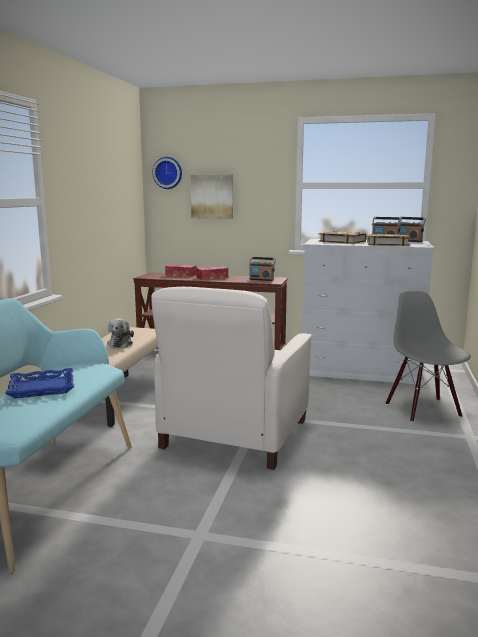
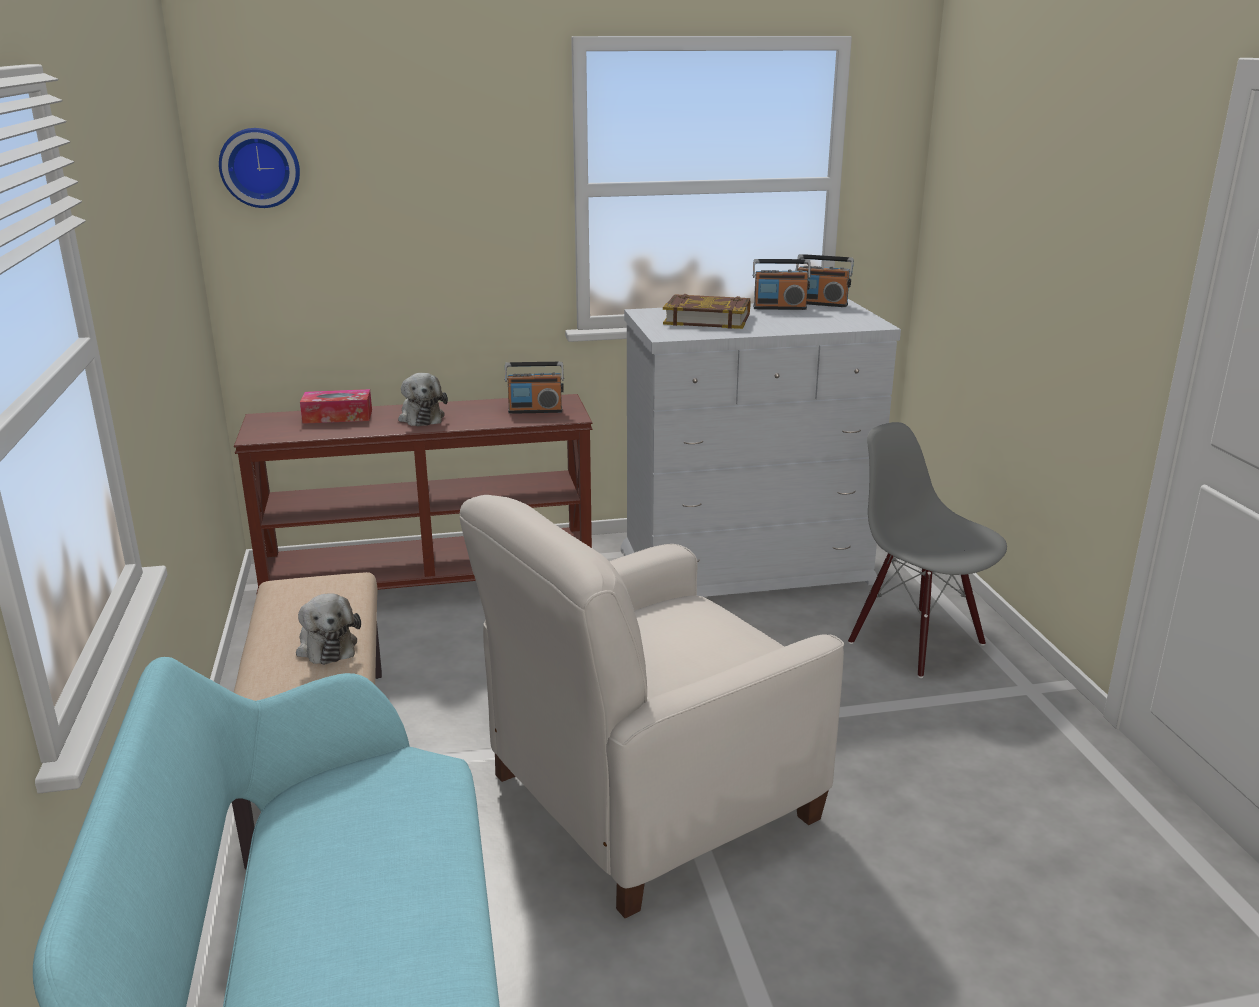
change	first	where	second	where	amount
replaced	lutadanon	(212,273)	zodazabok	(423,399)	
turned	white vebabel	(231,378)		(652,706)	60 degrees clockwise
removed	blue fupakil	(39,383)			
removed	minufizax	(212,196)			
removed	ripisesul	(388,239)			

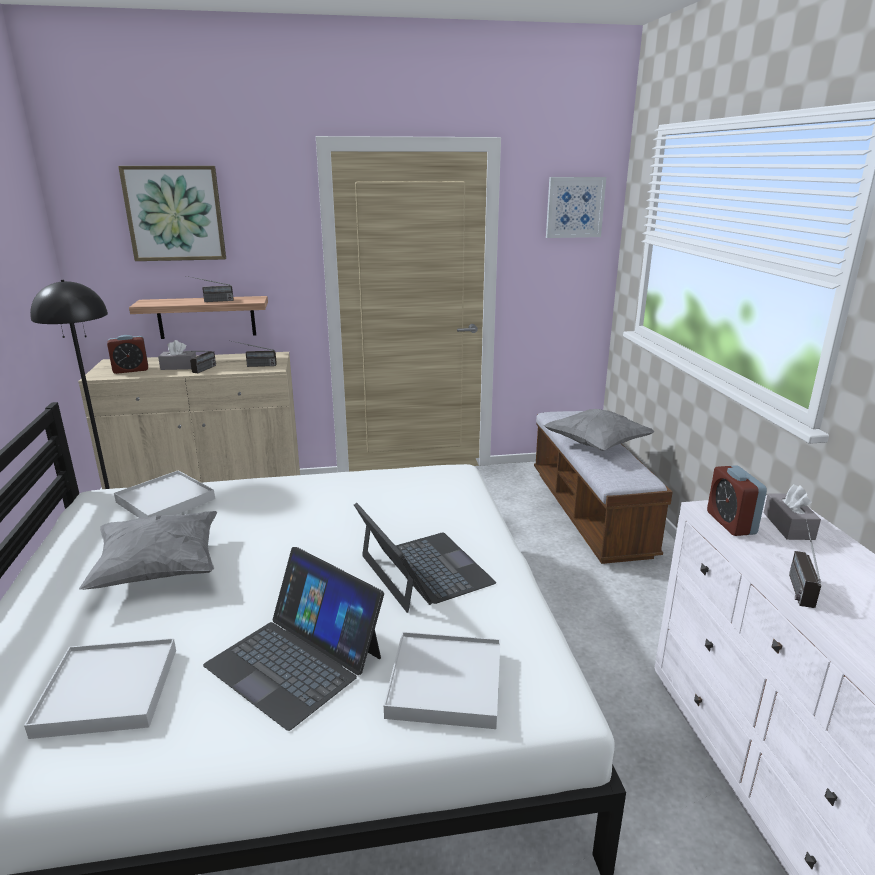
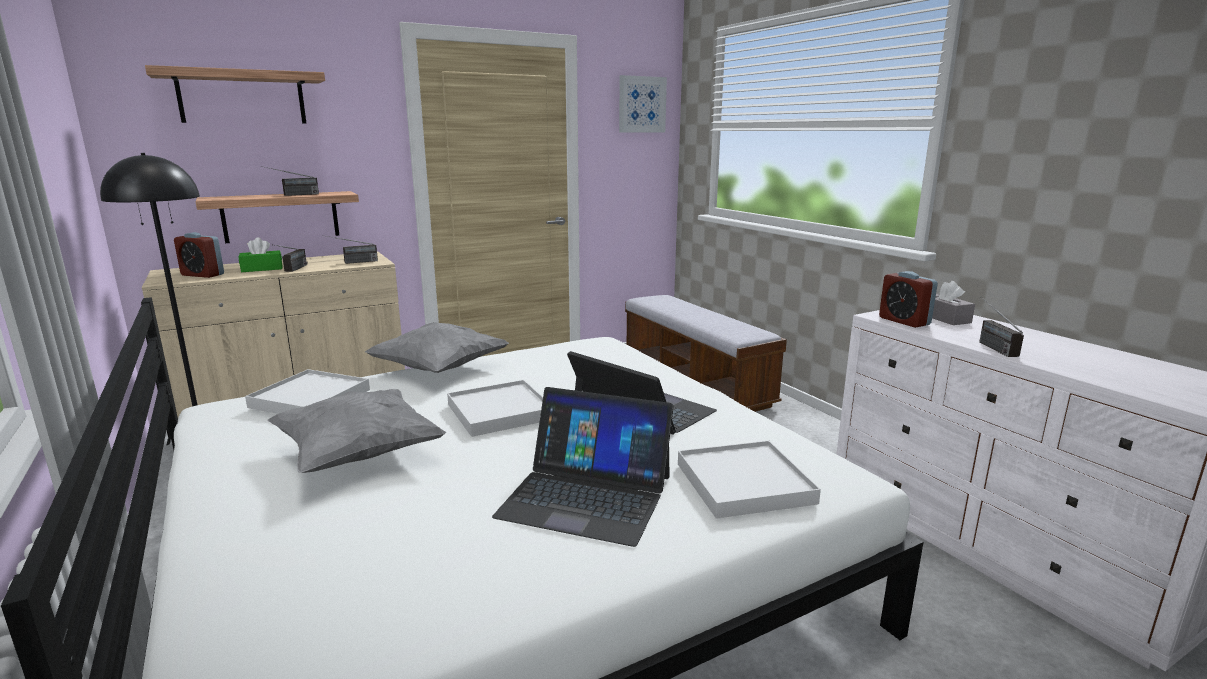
change	first	where	second	where	amount
replaced	minufizax	(172,213)	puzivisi	(235,94)	
turned	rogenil	(127,354)		(199,255)	60 degrees clockwise
recoloured	grey lutadanon	(177,355)	green lutadanon	(260,254)	
moved	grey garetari	(599,430)		(437,347)	
moved	white fupakil	(100,688)		(495,408)	

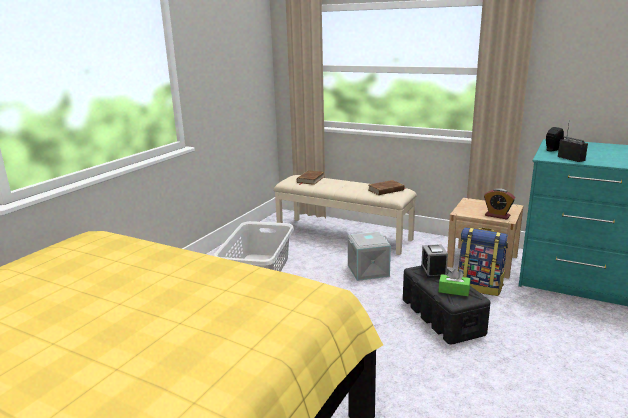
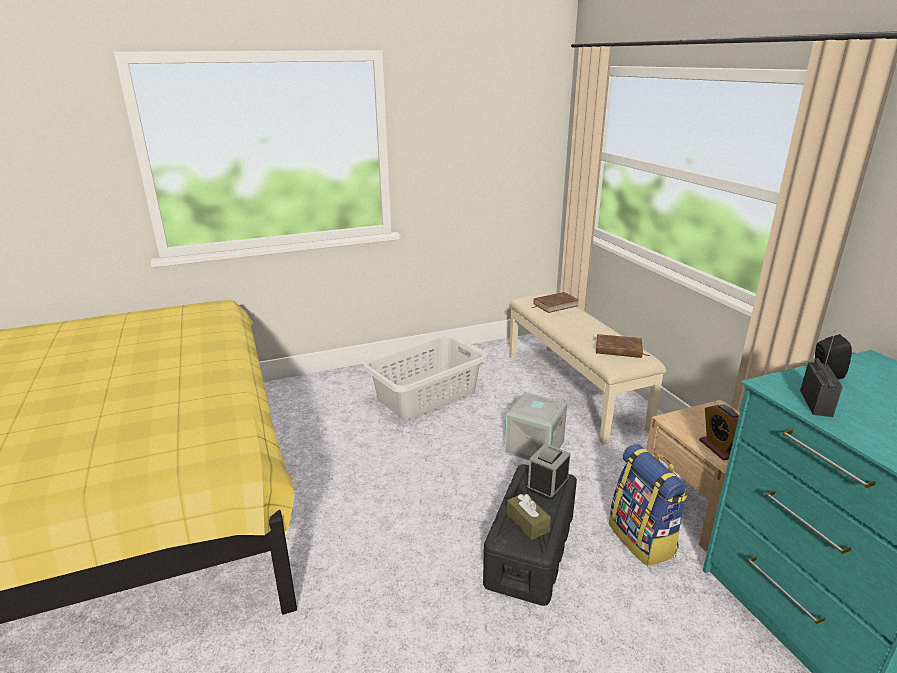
change	first	where	second	where	amount
recoloured	green lutadanon	(454,282)	brown lutadanon	(529,516)	

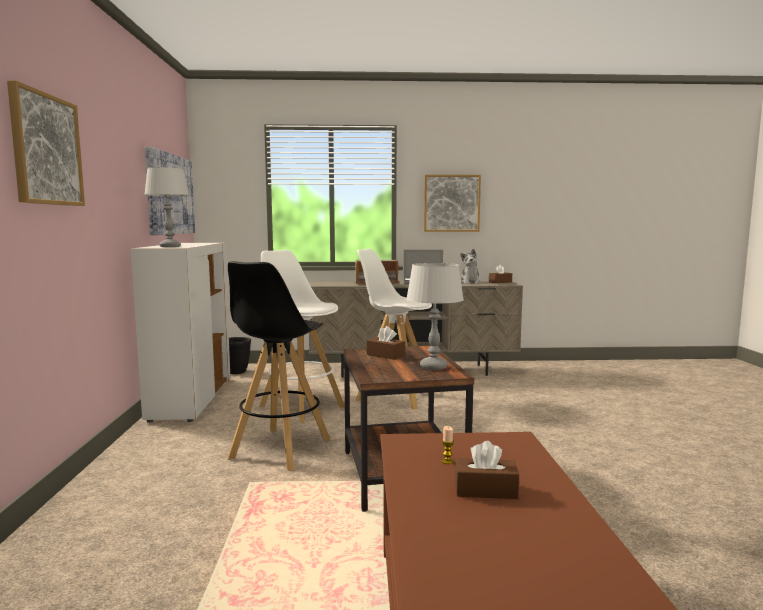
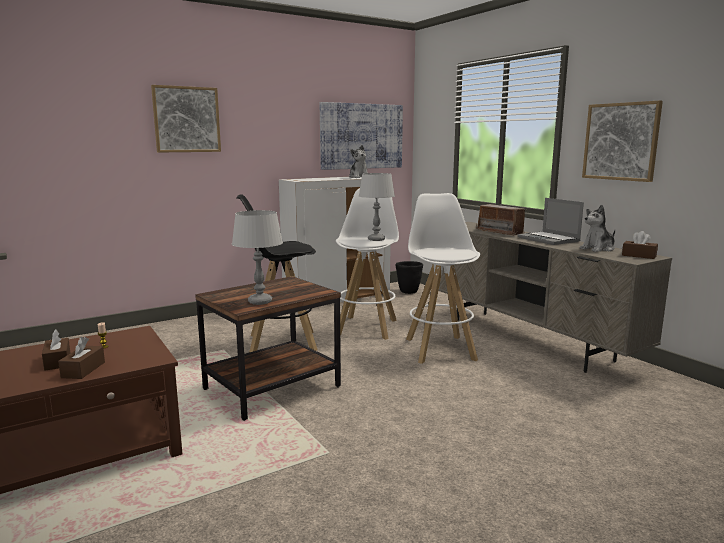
change	first	where	second	where	amount
moved	brown lutadanon	(386,343)		(81,358)	
added			zodazabok	(358,161)	
moved	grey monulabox	(167,207)		(377,207)	

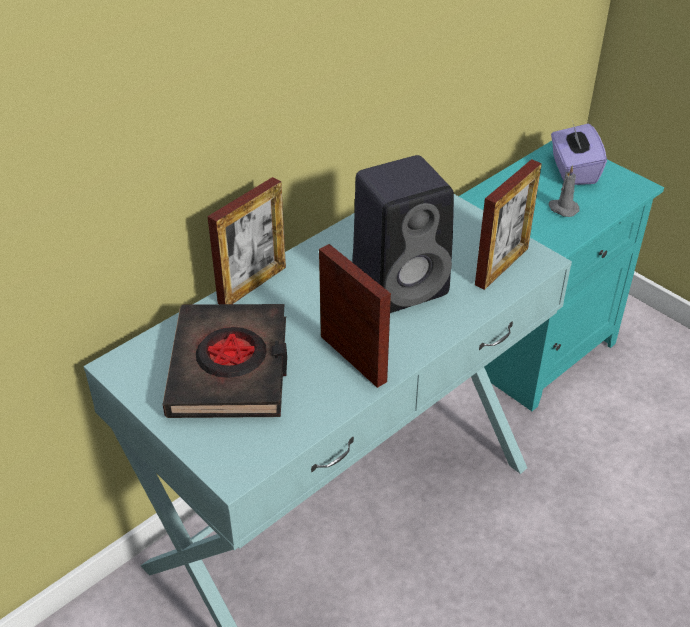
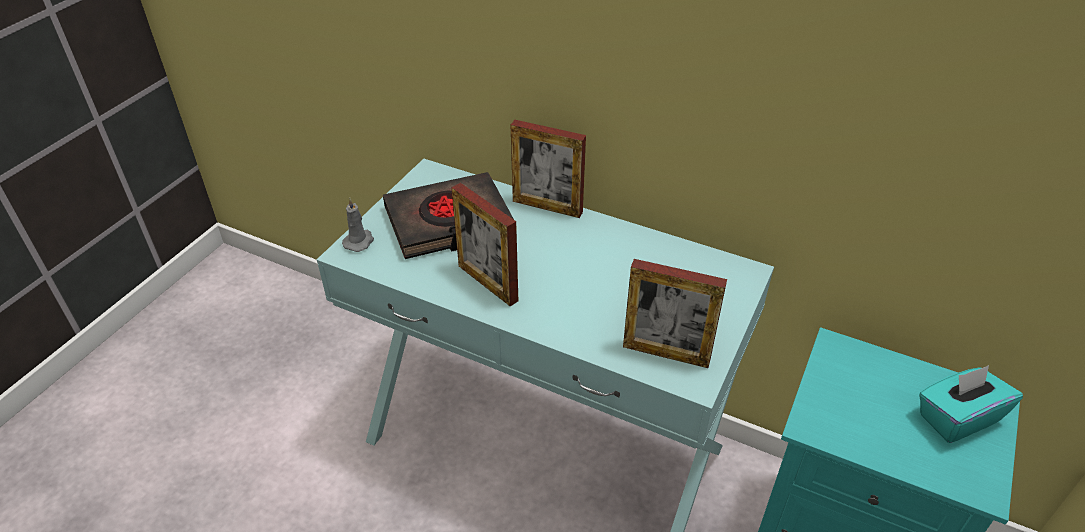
change	first	where	second	where	amount
moved	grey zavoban	(564,191)		(358,225)	
turned	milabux	(355,316)		(484,244)	105 degrees clockwise
recoloured	purple lutadanon	(579,154)	turquoise lutadanon	(971,404)	
removed	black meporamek	(403,234)			

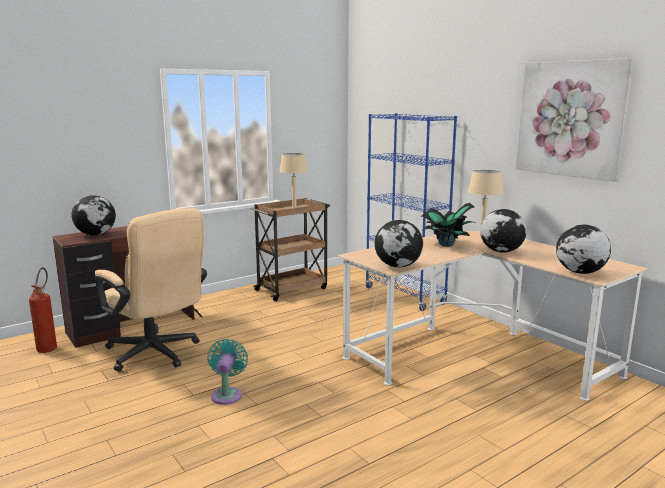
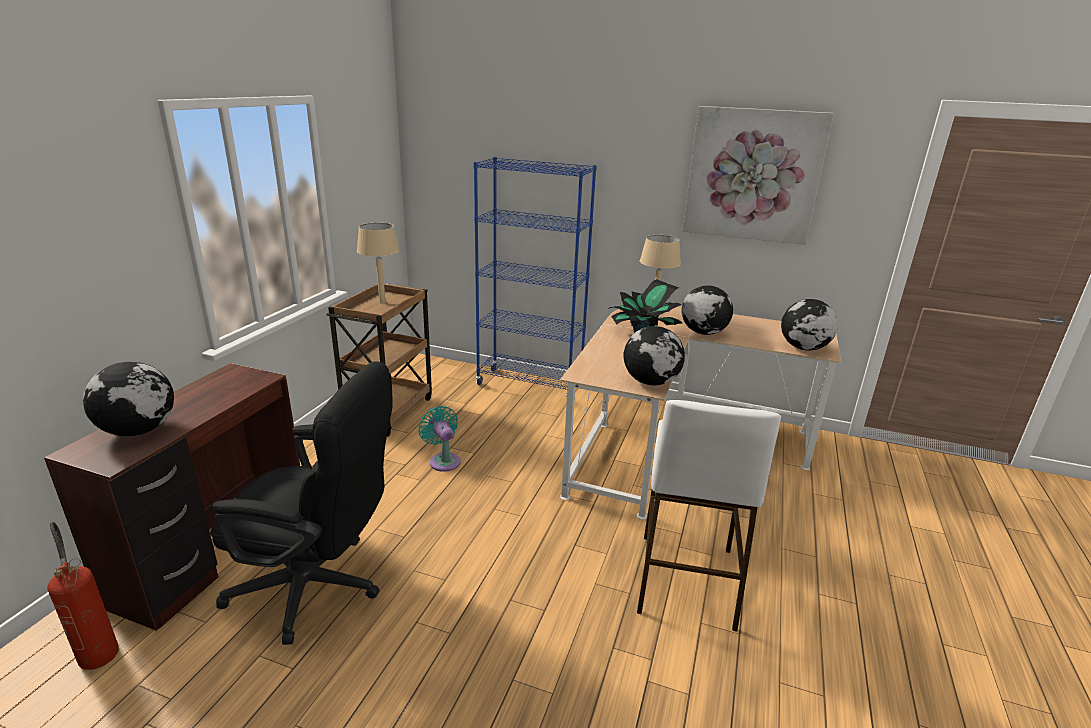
change	first	where	second	where	amount
recoloured	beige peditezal	(151,290)	black peditezal	(301,503)	
moved	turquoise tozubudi	(228,372)		(439,439)	
added			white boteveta	(709,516)	

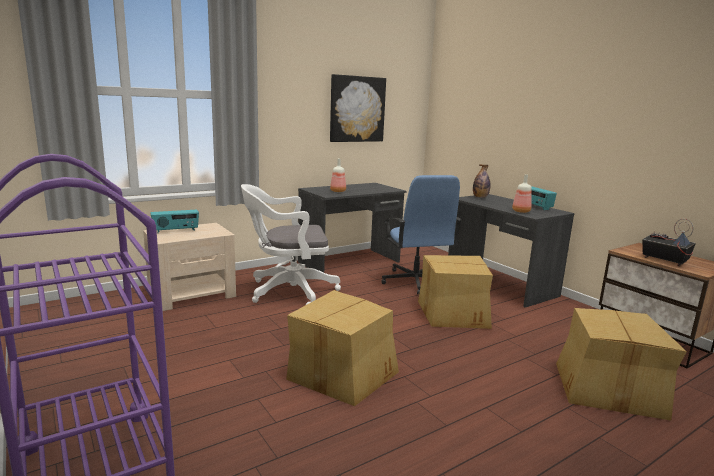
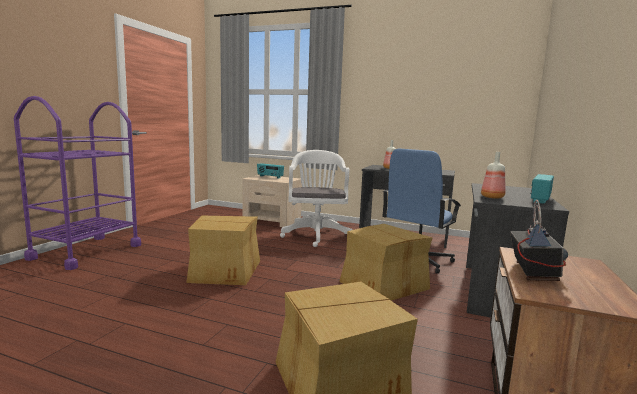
change	first	where	second	where	amount
turned	white peditezal	(291,244)		(316,198)	45 degrees clockwise
removed	minufizax	(358,108)			
removed	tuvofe	(481,181)			

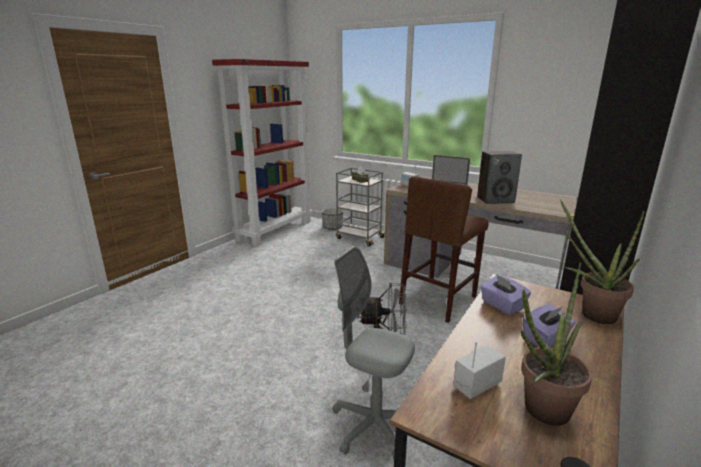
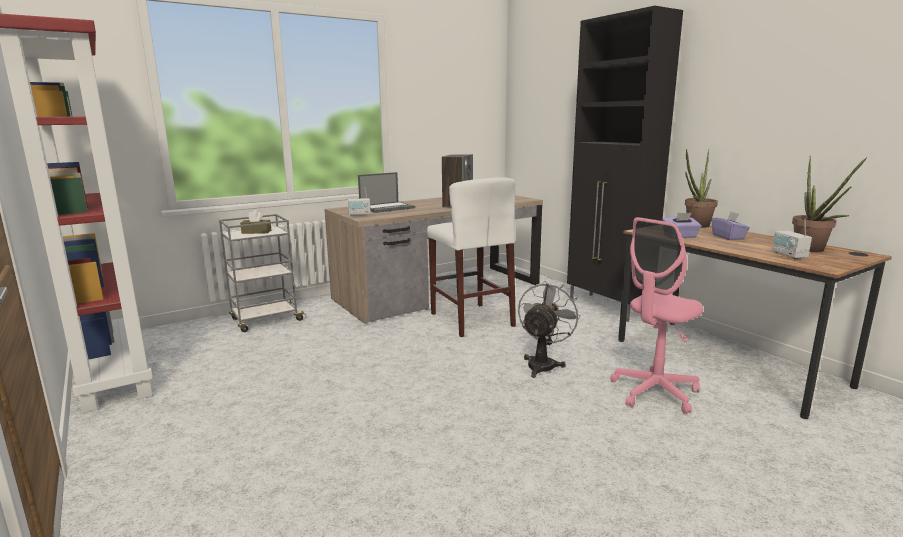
change	first	where	second	where	amount
recoloured	brown boteveta	(444,249)	white boteveta	(471,257)	
recoloured	grey peditezal	(373,353)	pink peditezal	(656,315)	
removed	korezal	(332,219)			

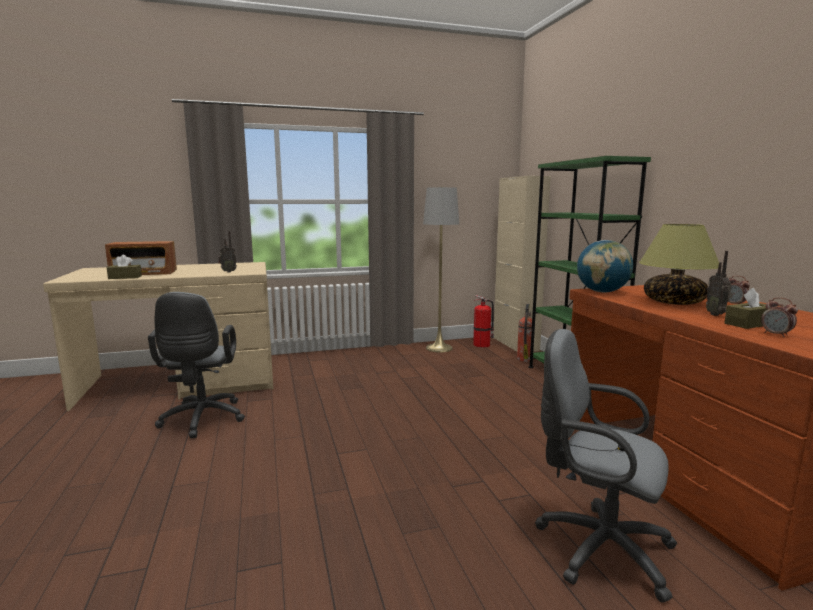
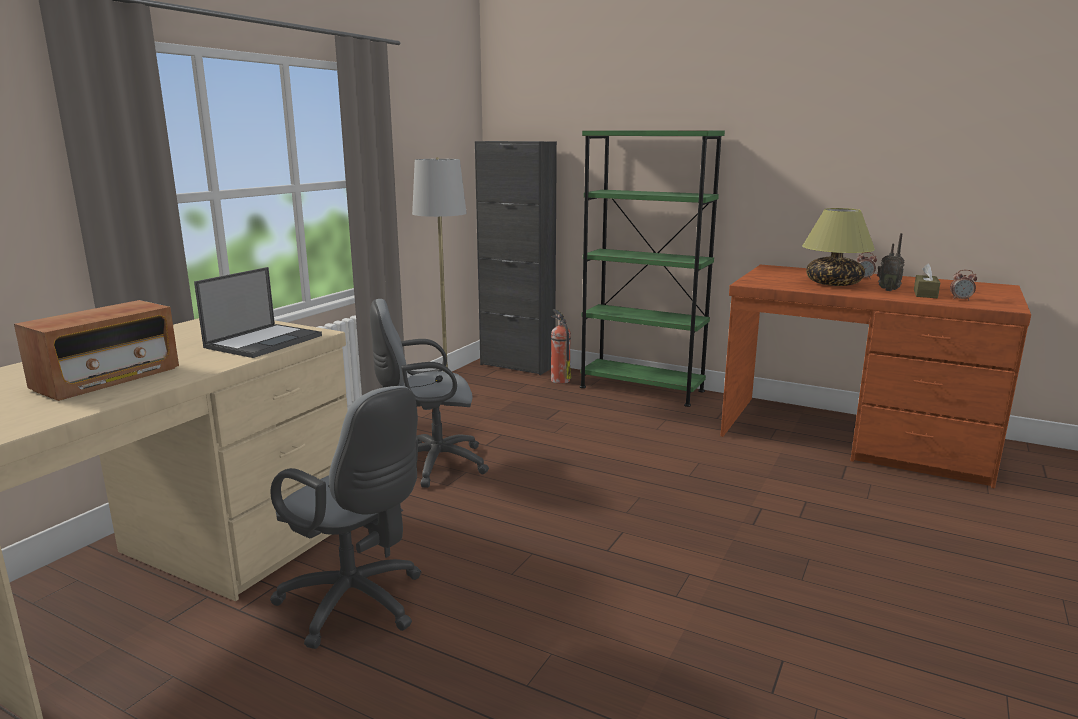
change	first	where	second	where	amount
replaced	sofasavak	(227,251)	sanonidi	(258,312)	
moved	grey peditezal	(606,466)		(429,393)	
recoloured	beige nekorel	(522,264)	black nekorel	(516,258)	
removed	brown lutadanon	(124,267)			
removed	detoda	(483,321)			
removed	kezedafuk	(605,266)			

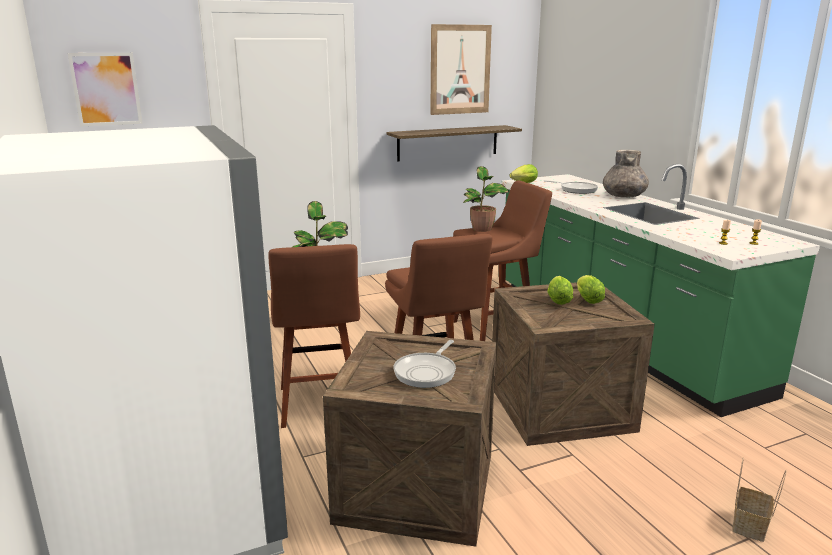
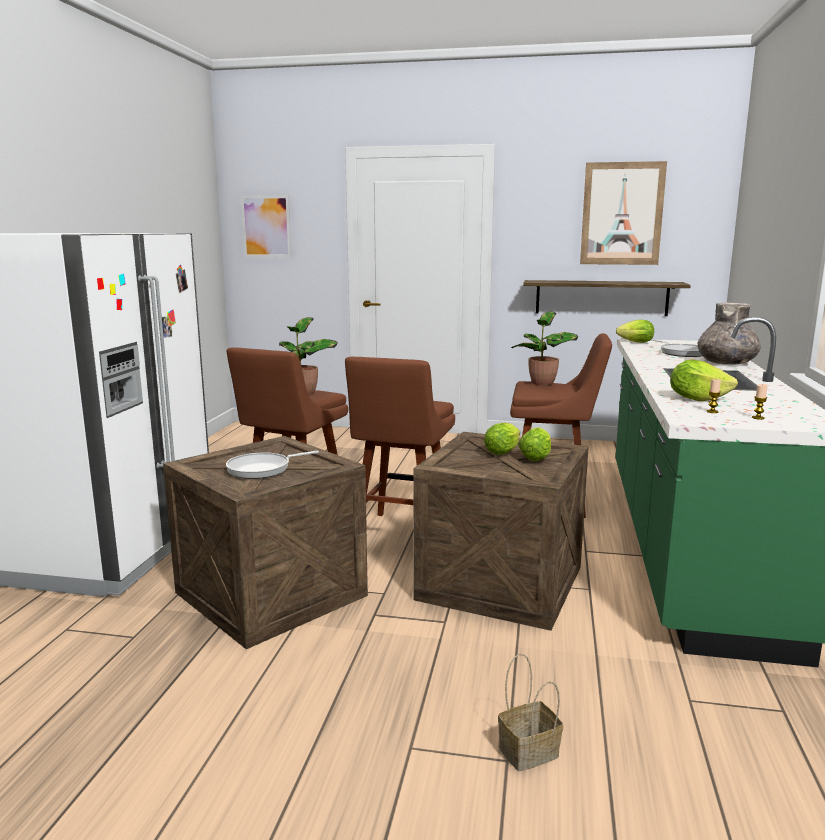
change	first	where	second	where	amount
added			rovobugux	(704,380)	

